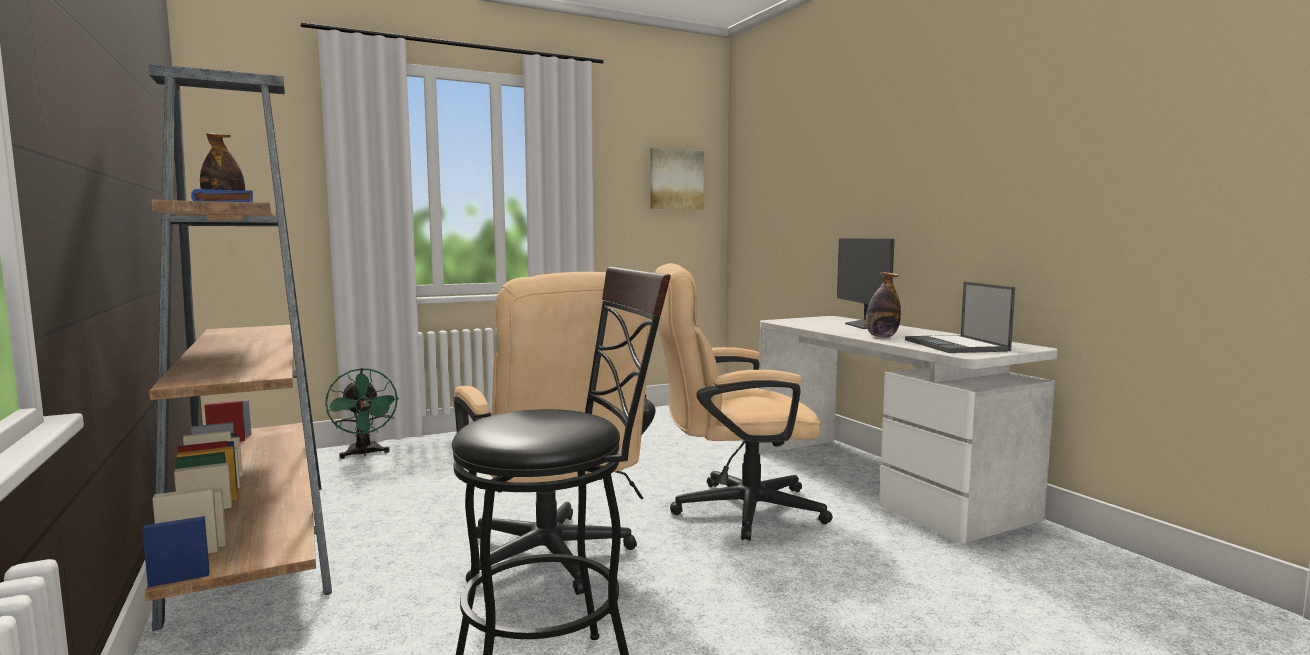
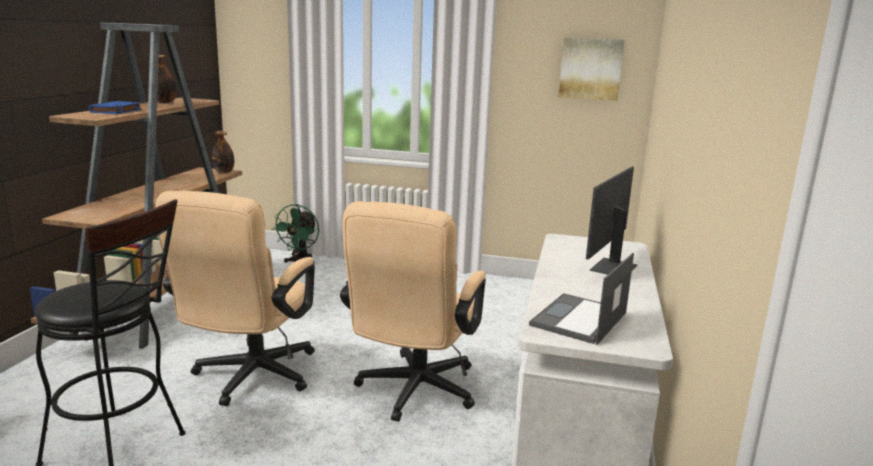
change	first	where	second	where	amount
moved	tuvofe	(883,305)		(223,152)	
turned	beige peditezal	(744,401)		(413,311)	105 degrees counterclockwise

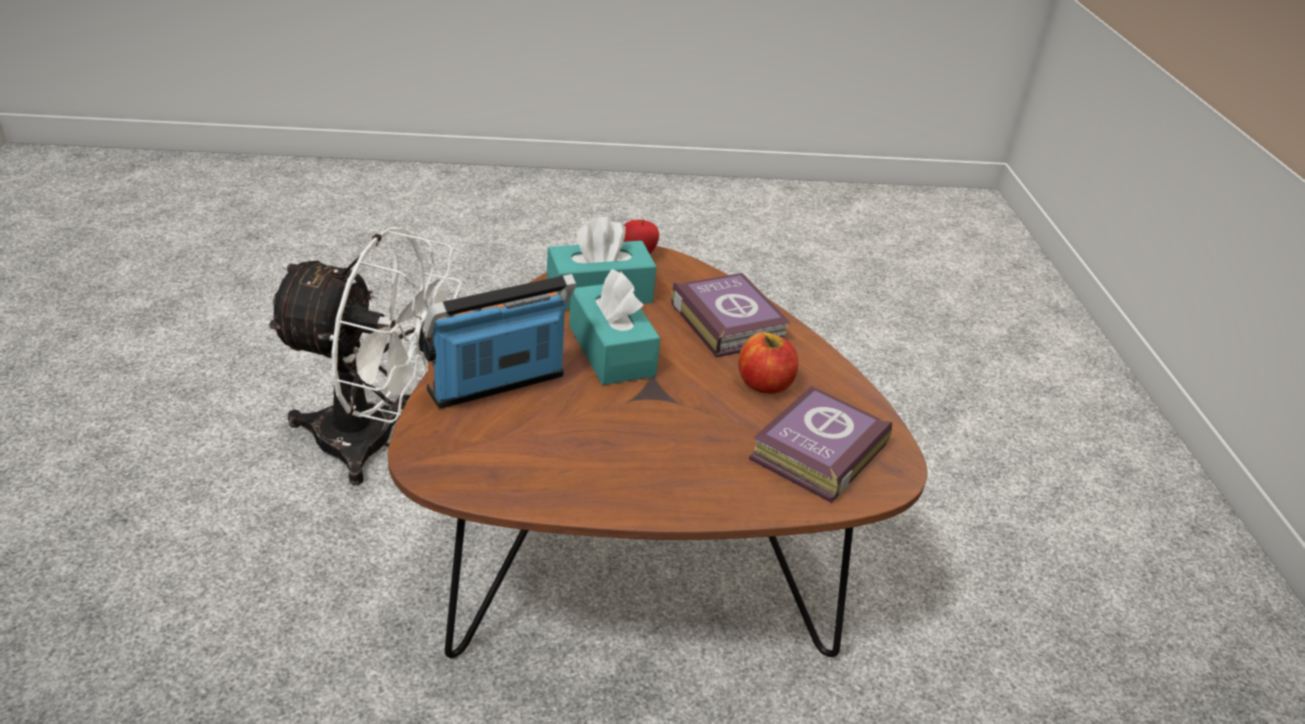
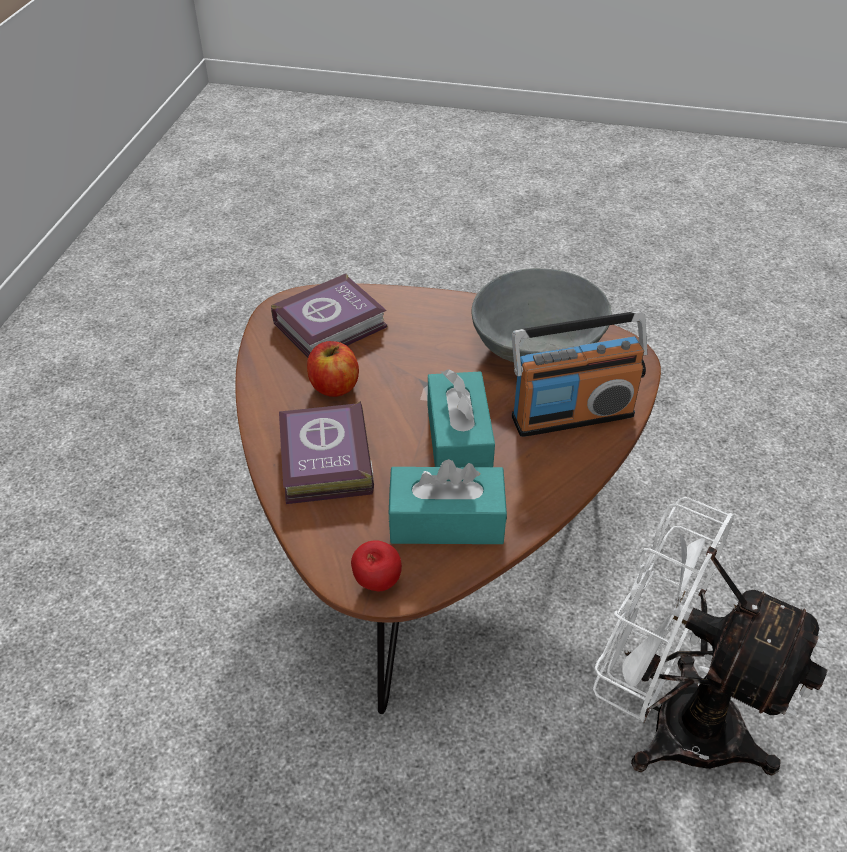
change	first	where	second	where	amount
added			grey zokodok	(541,315)	

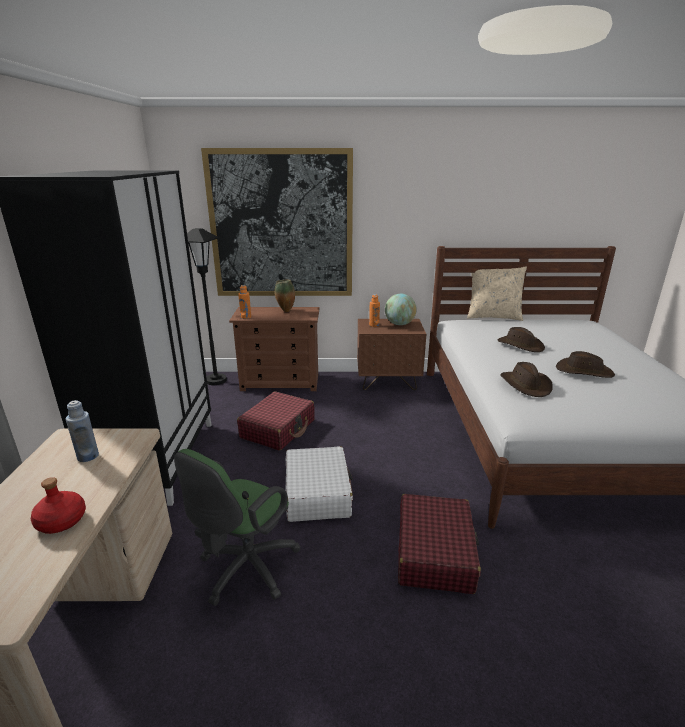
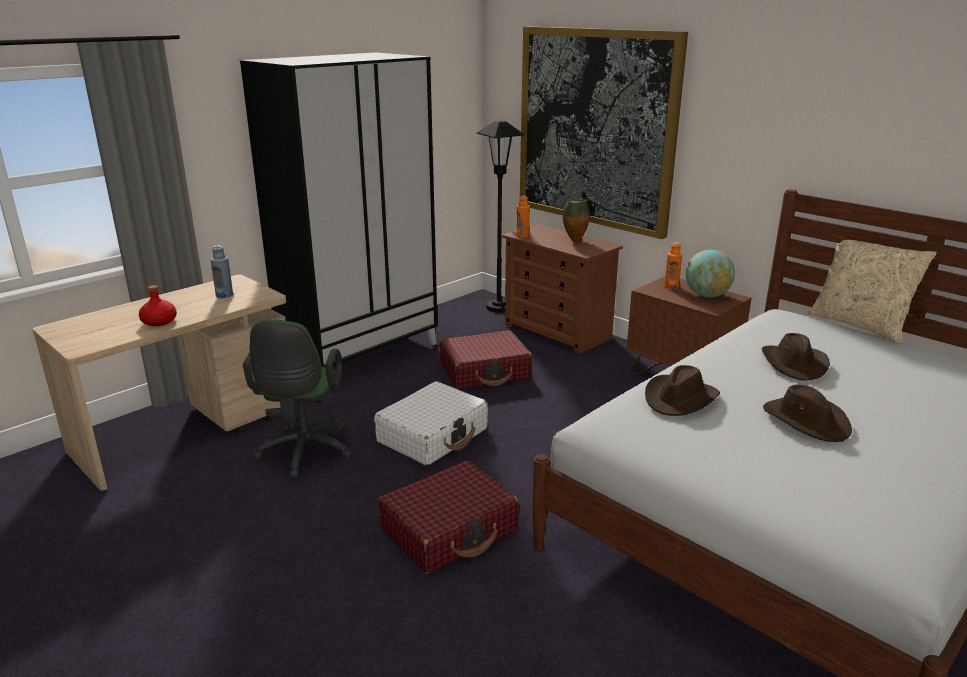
change	first	where	second	where	amount
turned	green peditezal	(237,527)		(297,399)	75 degrees counterclockwise

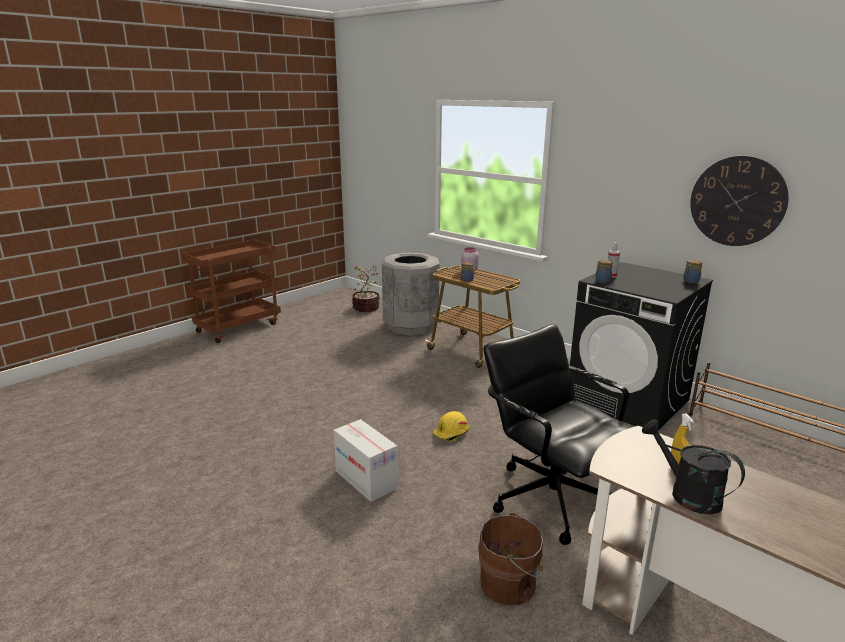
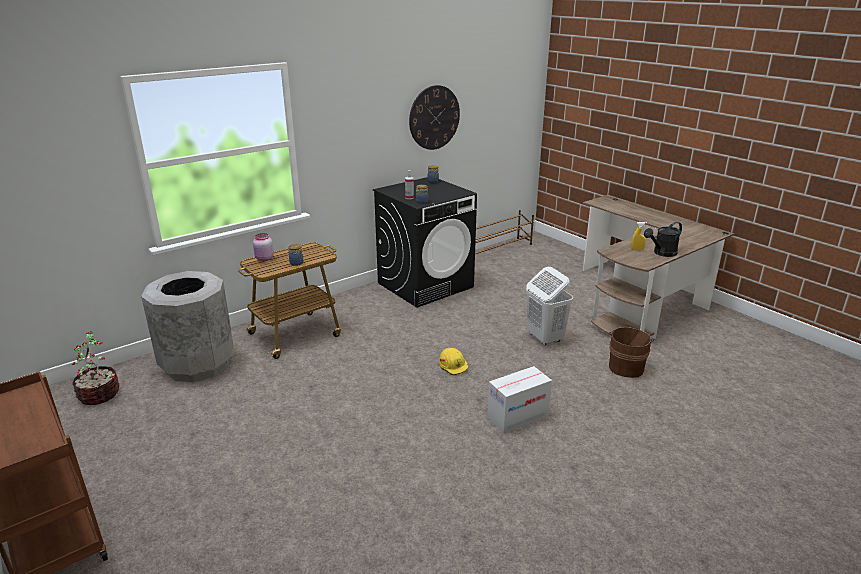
change	first	where	second	where	amount
replaced	black peditezal	(558,434)	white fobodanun	(549,306)	

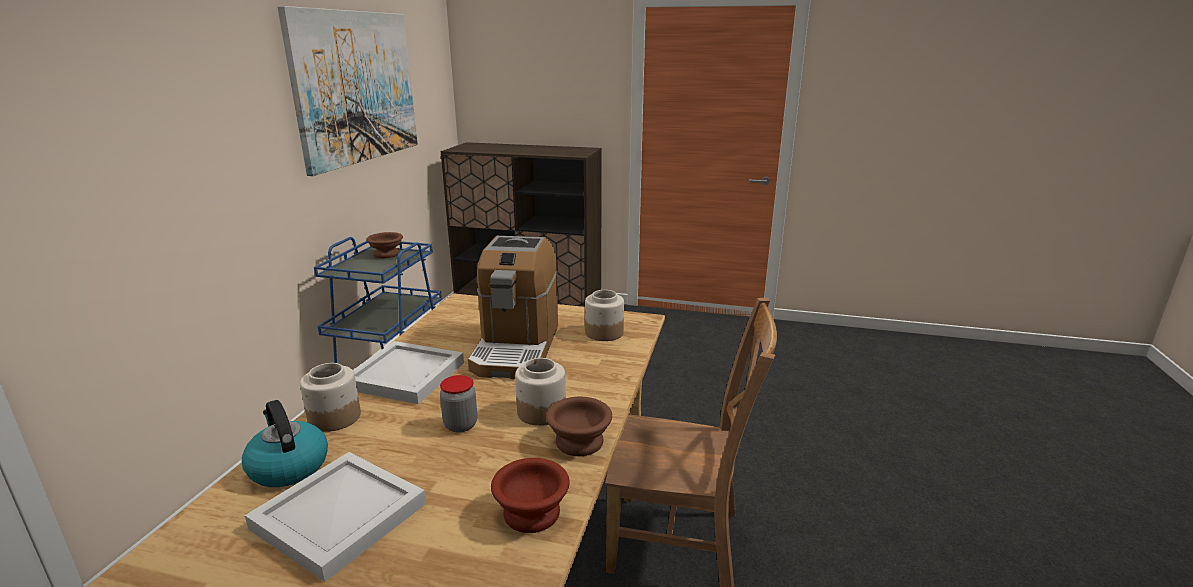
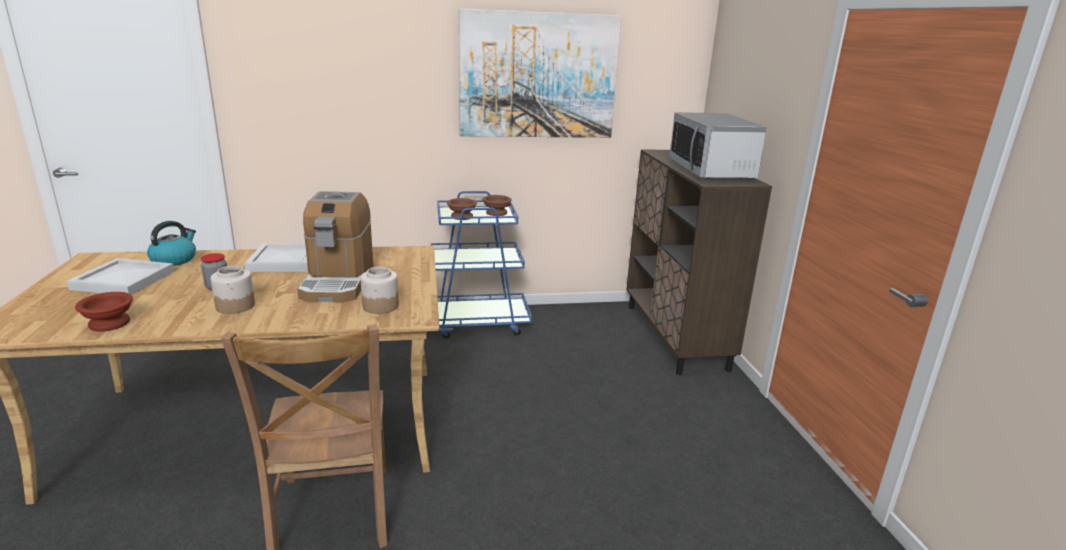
change	first	where	second	where	amount
turned	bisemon	(513,307)		(335,247)	75 degrees counterclockwise
moved	brown zokodok	(579,426)		(462,209)	
added			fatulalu	(718,145)	
removed	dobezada	(330,397)			

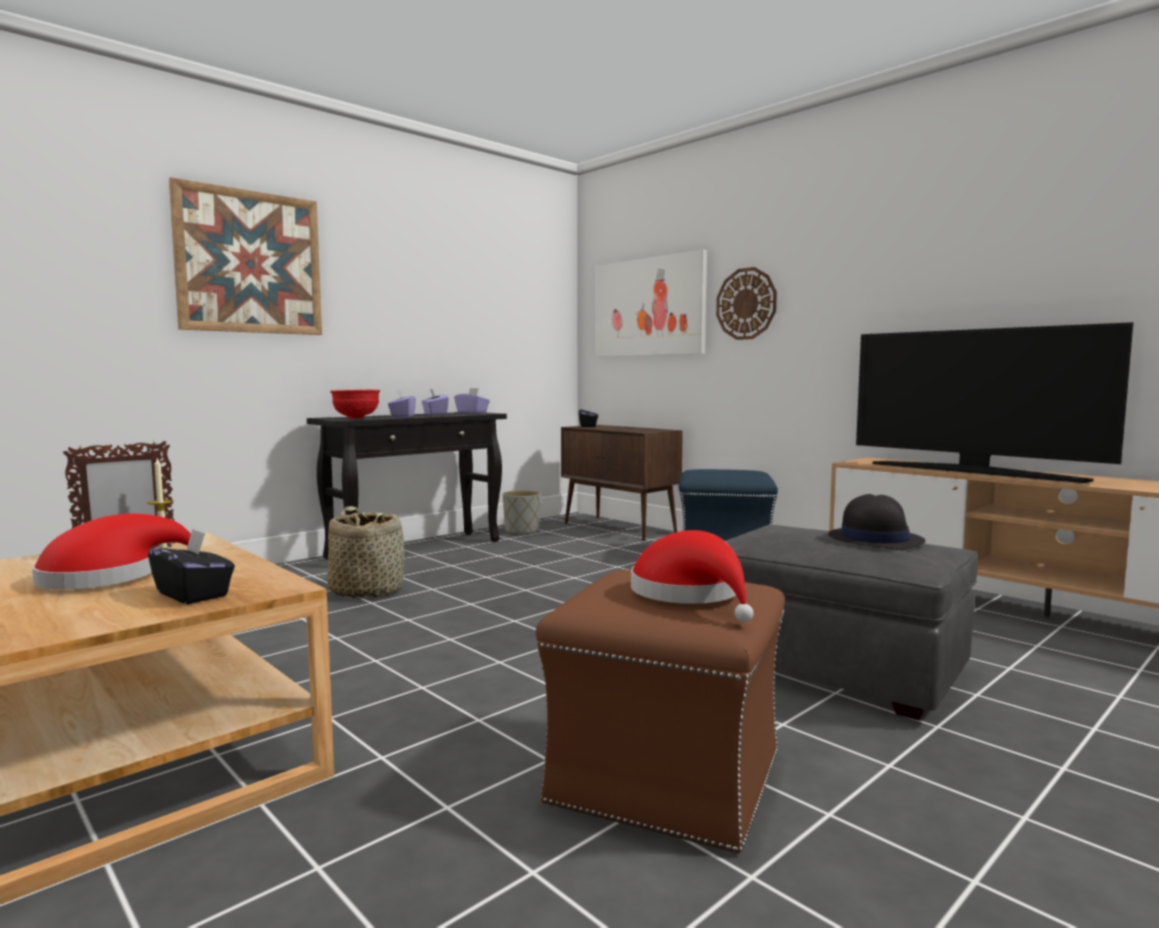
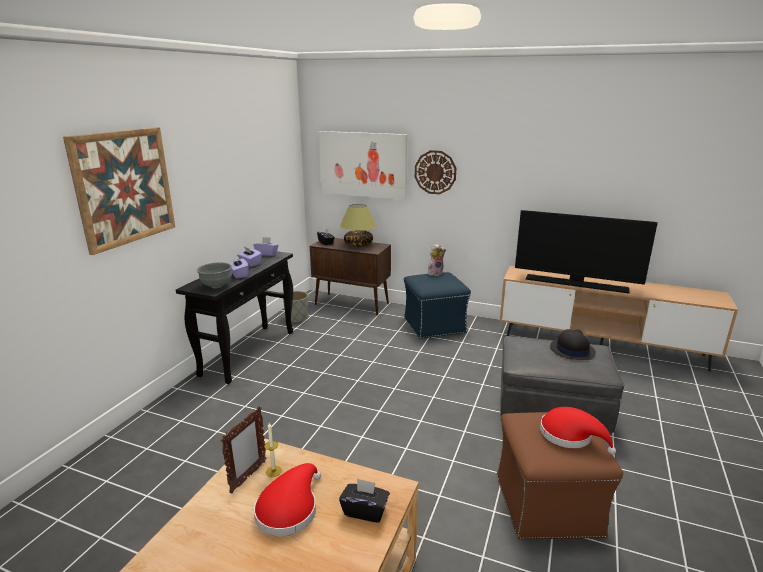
change	first	where	second	where	amount
recoloured	red zokodok	(355,404)	grey zokodok	(214,275)	
added			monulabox	(358,225)	
added			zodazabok	(437,260)	
removed	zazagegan	(365,552)			

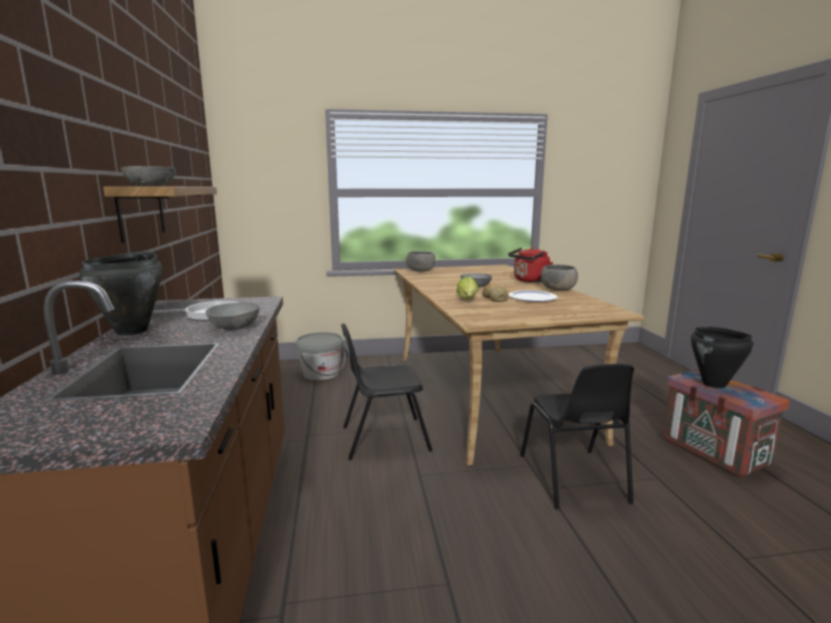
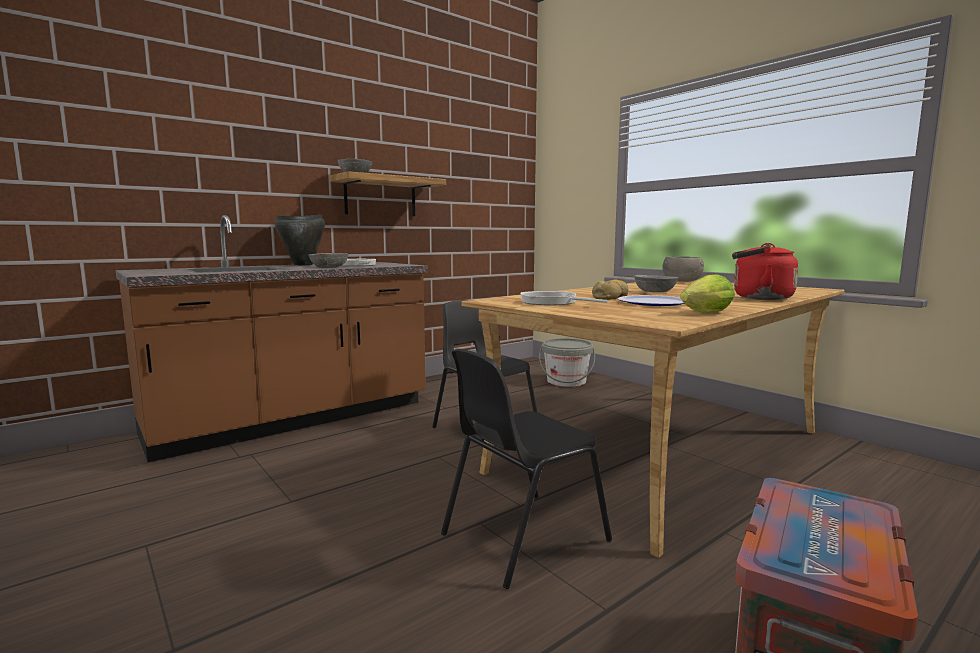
change	first	where	second	where	amount
added			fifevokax	(564,298)	
moved	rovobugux	(467,288)		(707,293)	
removed	grey zokodok	(559,277)			
removed	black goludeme	(722,357)			

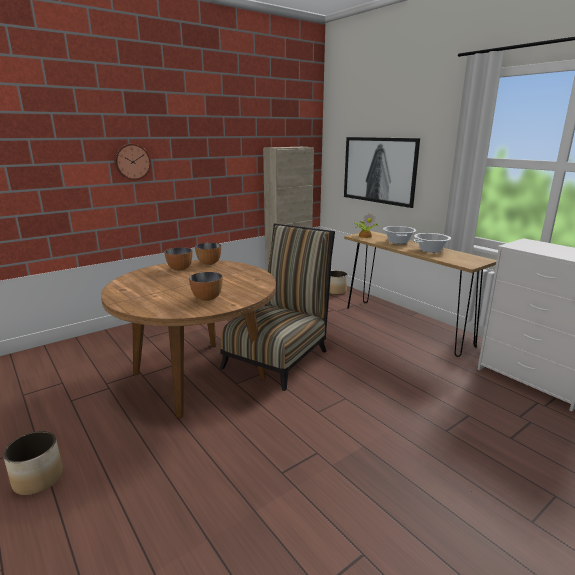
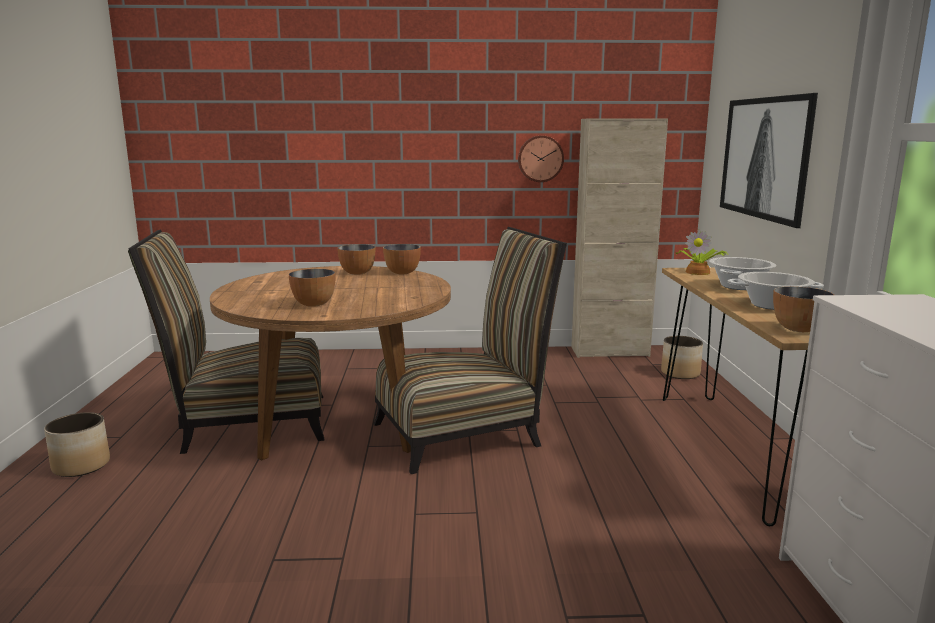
change	first	where	second	where	amount
added			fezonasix	(226,342)	
moved	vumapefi	(132,162)		(541,158)	
added			zokodok	(803,309)	

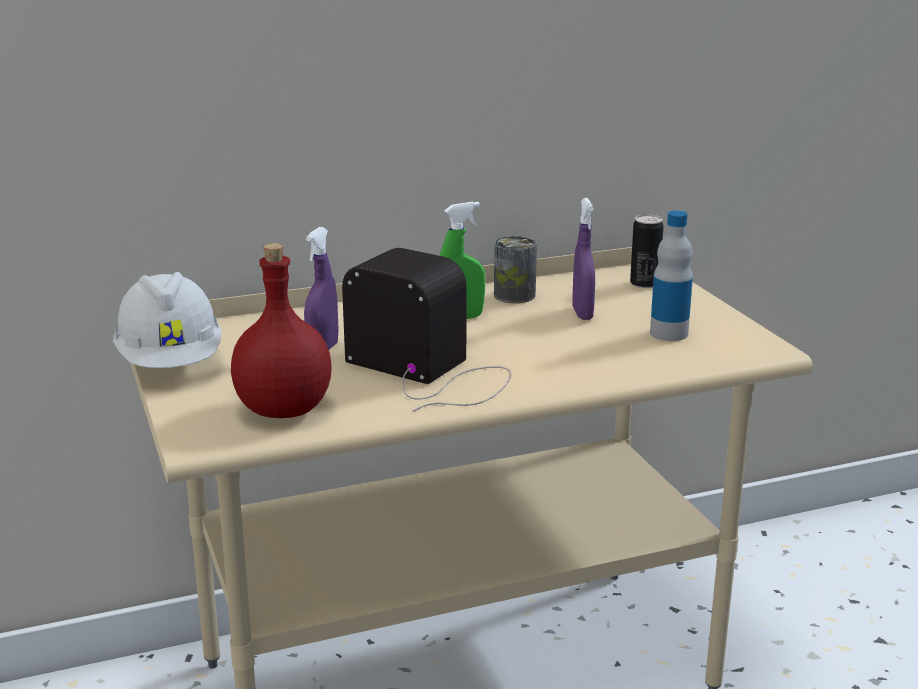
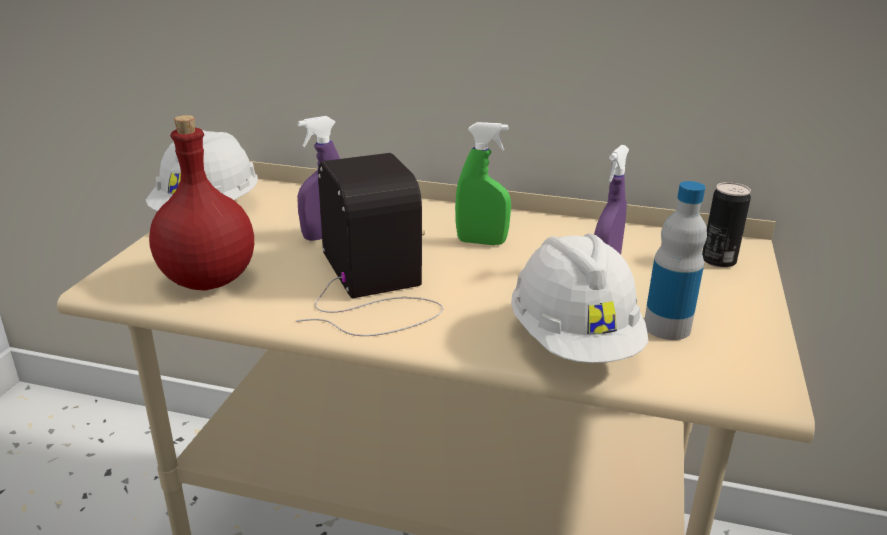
change	first	where	second	where	amount
added			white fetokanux	(579,298)	
removed	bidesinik	(515,269)			

